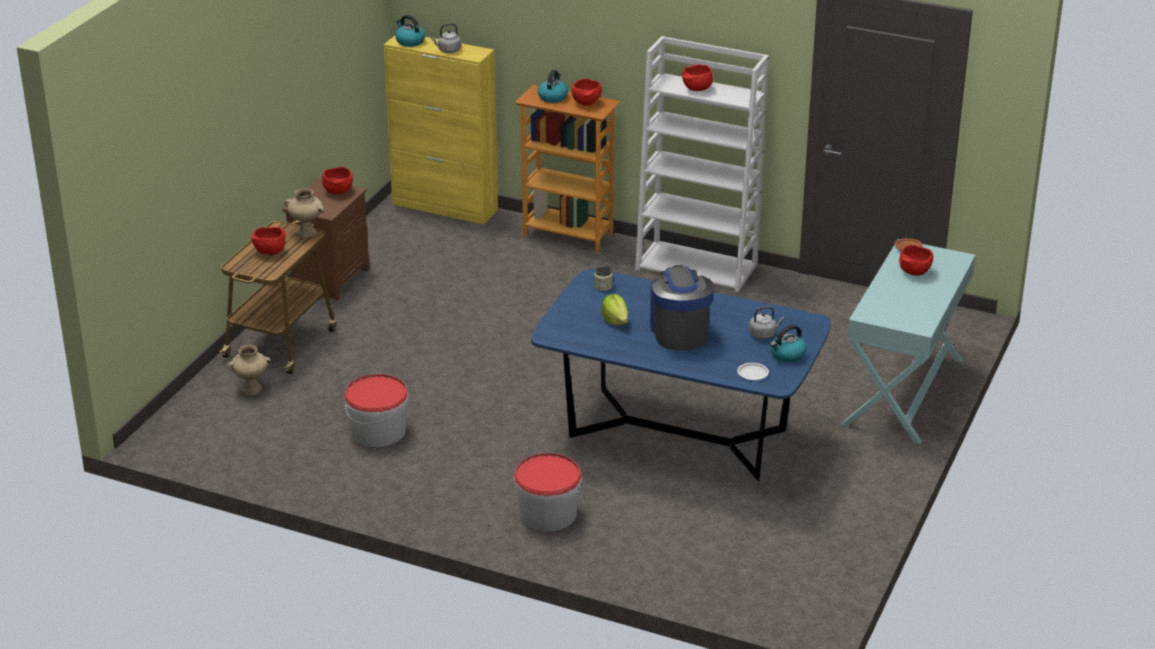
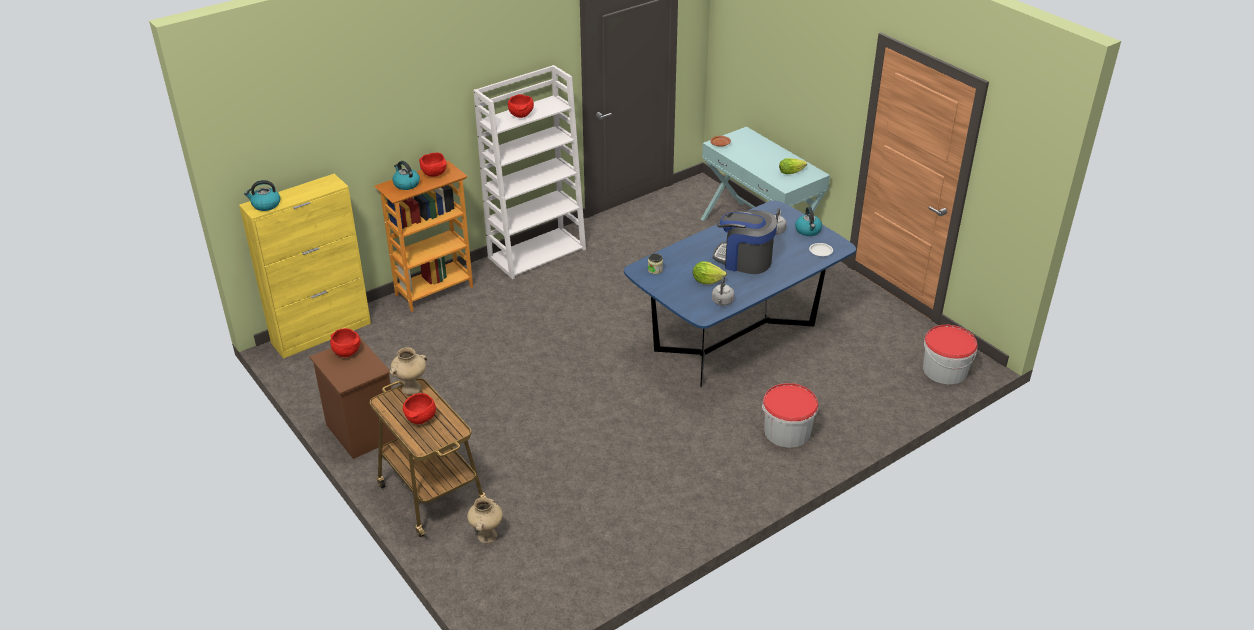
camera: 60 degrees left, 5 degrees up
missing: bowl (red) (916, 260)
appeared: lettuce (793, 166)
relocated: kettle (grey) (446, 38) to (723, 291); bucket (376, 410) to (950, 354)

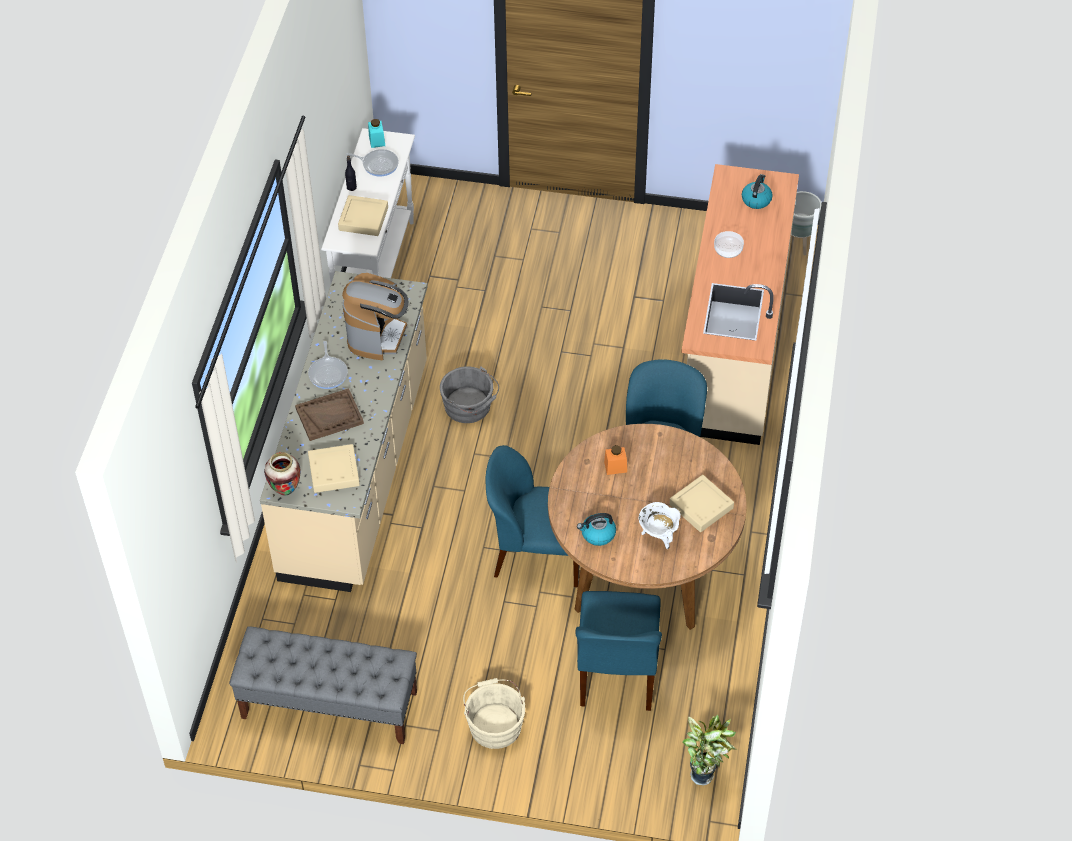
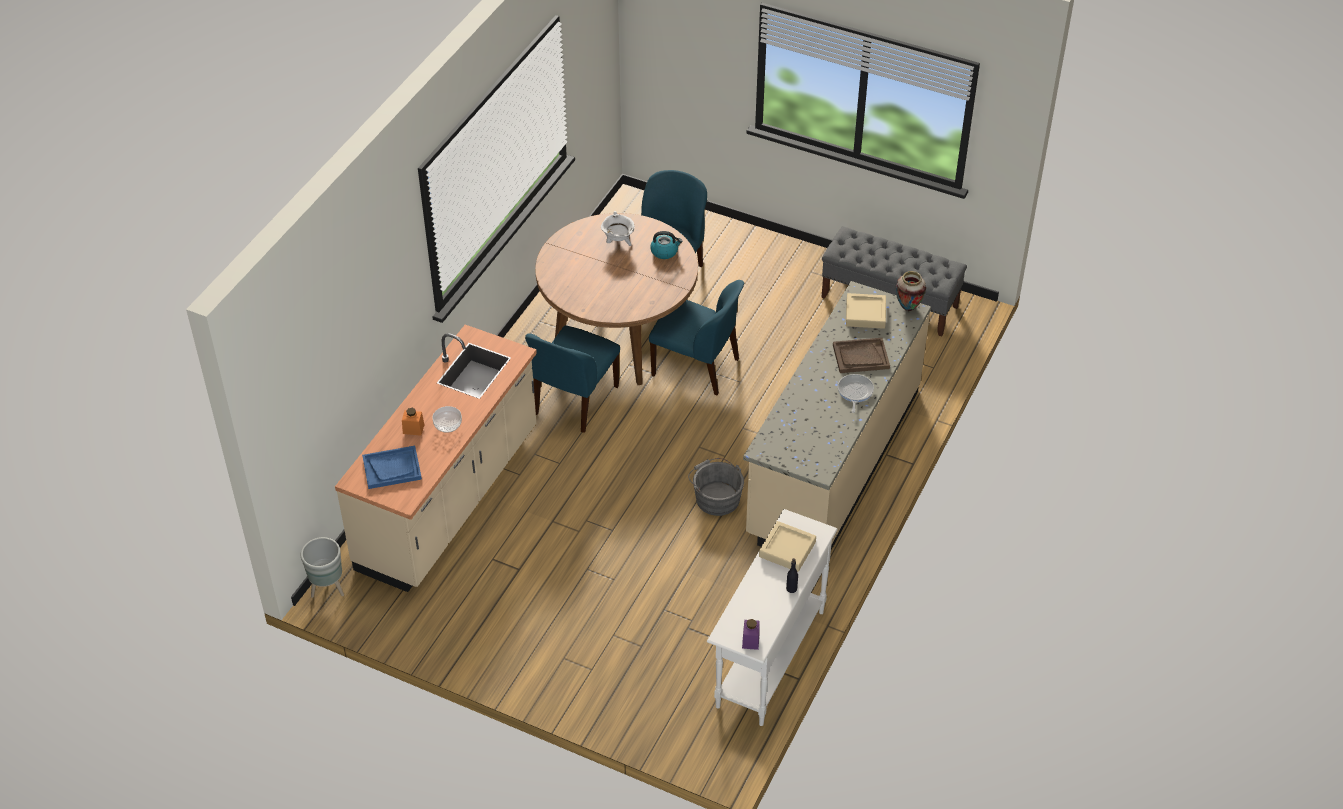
camera: 165 degrees left, 5 degrees down
missing: frying pan (372, 163); coffee machine (375, 316); tray (beige) (701, 503); bucket (beige) (494, 713); potted plant (709, 749)
relocated: jar (orange) (615, 460) to (413, 422)
exchanged: kettle (757, 191) to tray (blue) (392, 467)
colour: jar (turquoise) (376, 133) to jar (purple) (751, 634)

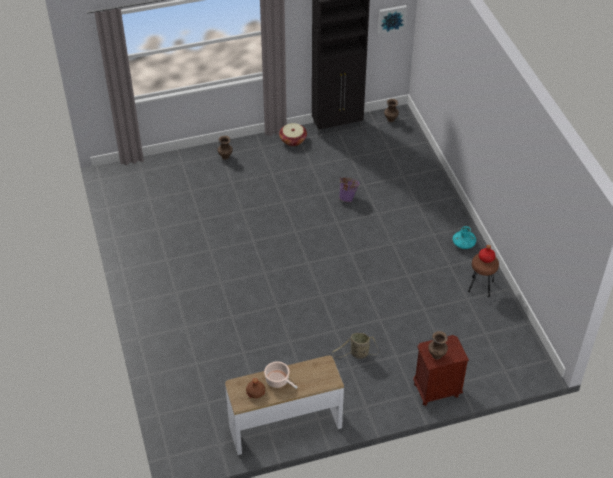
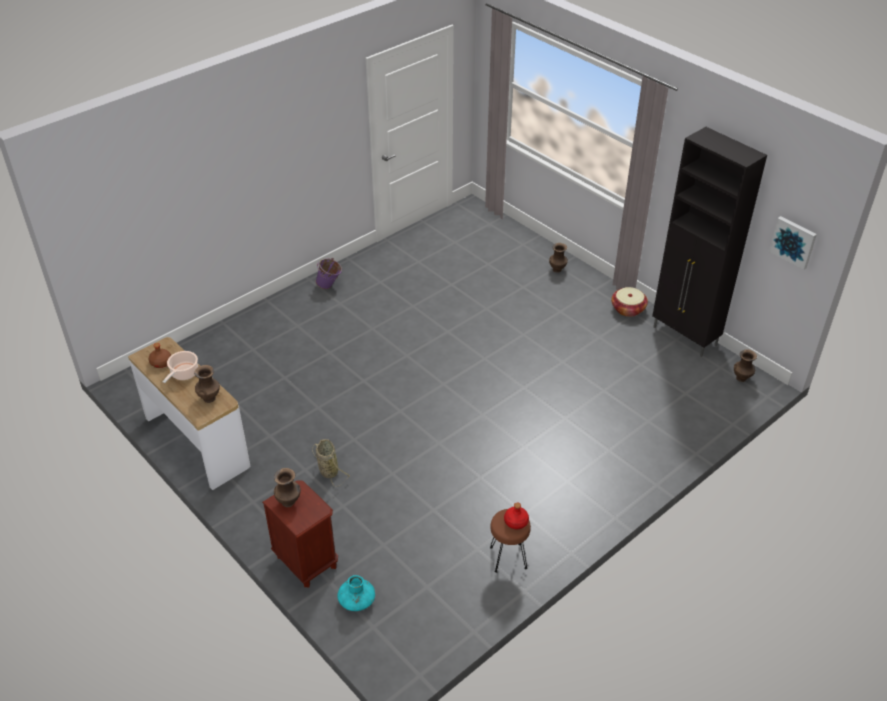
camera: 65 degrees right, 5 degrees down
appeared: vase (brown) (207, 384)
relocated: bucket (purple) (349, 189) to (329, 273); vase (turquoise) (464, 237) to (356, 593)

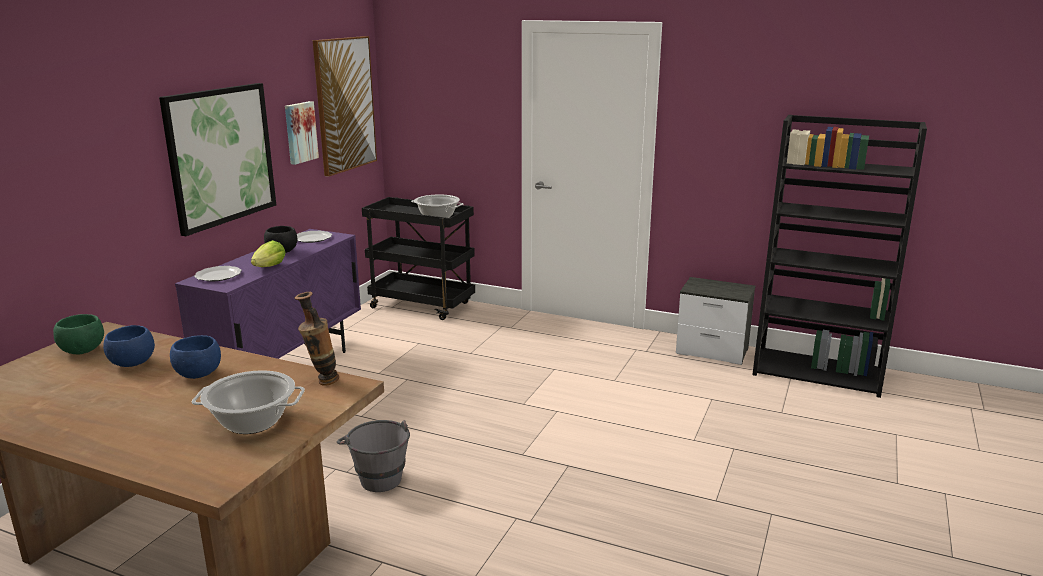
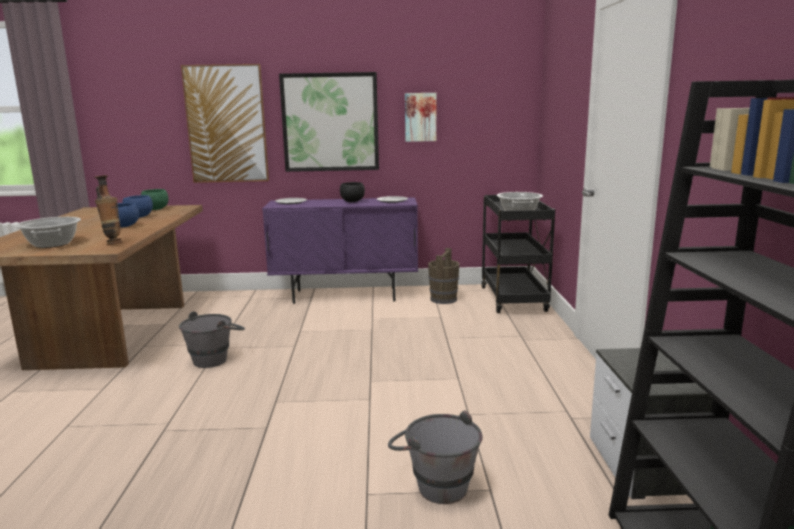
camera: 65 degrees right, 5 degrees down
missing: lettuce (268, 253)
appeared: bucket (brown) (444, 276); bucket (grey) (435, 457)
relocated: picture (345, 106) to (225, 123)

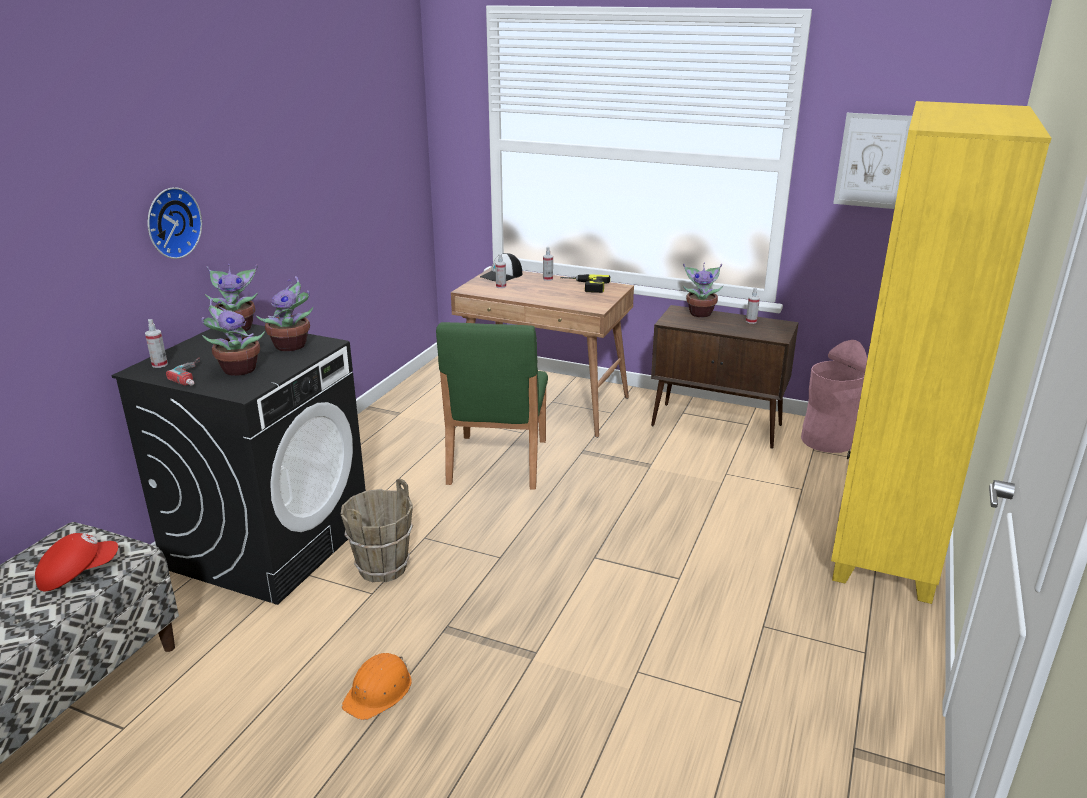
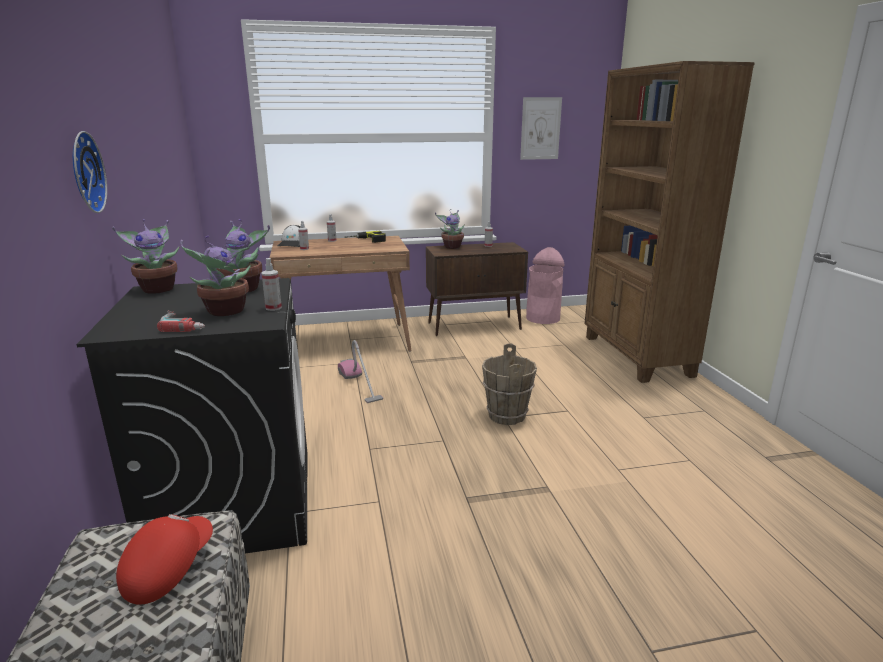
camera: 35 degrees left, 5 degrees down
missing: hard hat (orange) (377, 686)
relocated: spray bottle (156, 343) to (271, 284); bucket (brown) (377, 530) to (509, 384)
exchanged: chair (green) (492, 406) to vacuum cleaner (360, 371)
colour: bookcase (yellow) (941, 352) to bookcase (brown) (669, 222)

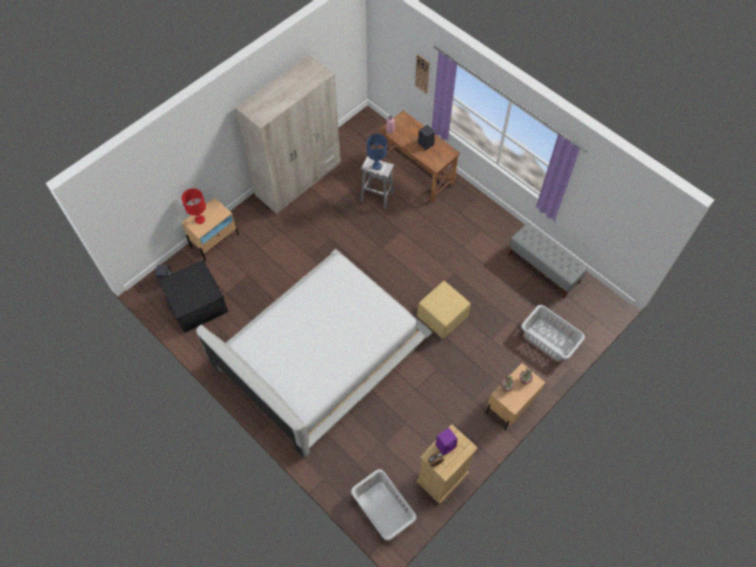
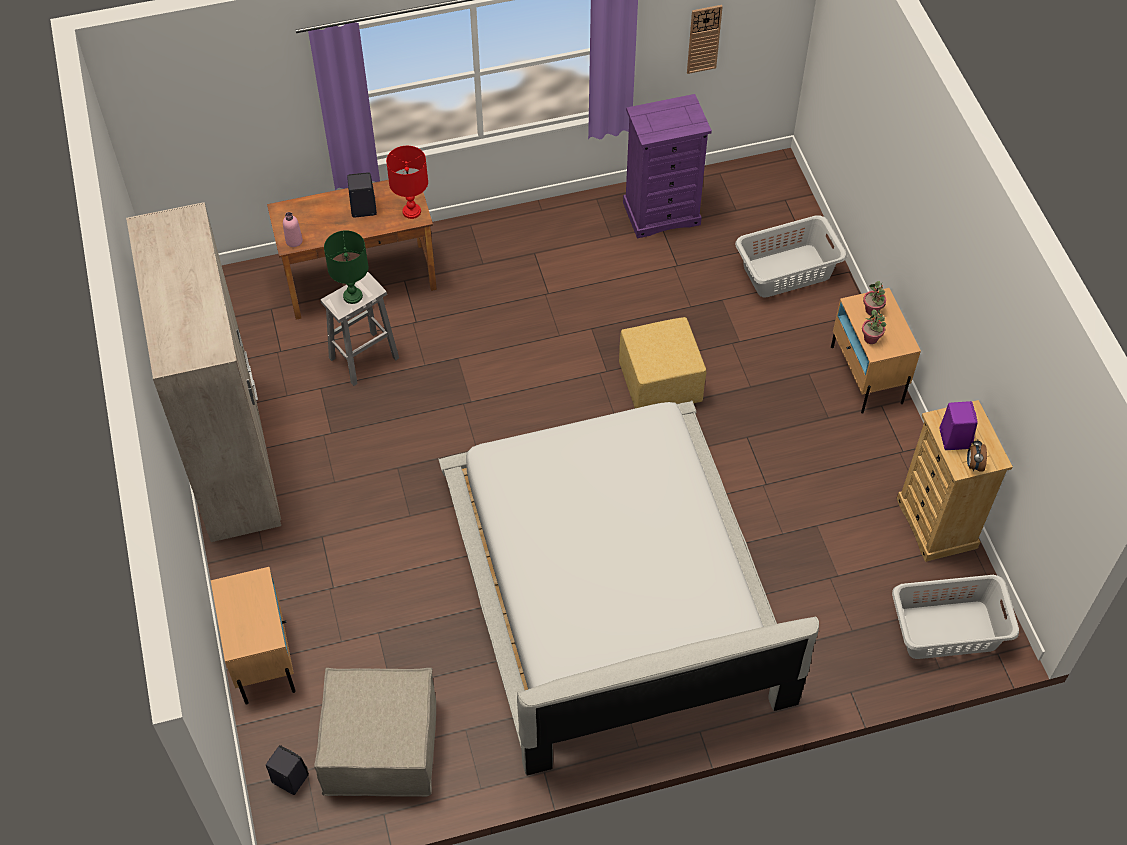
camera: 60 degrees left, 5 degrees down
relocated: wall clock (422, 74) to (705, 39); table lamp (red) (193, 206) to (407, 182)
exchanged: bench (grey) (548, 260) to dresser (purple) (667, 166)
colour: table lamp (blue) (377, 152) to table lamp (green) (346, 267); ottoman (black) (193, 296) to ottoman (beige) (375, 732)

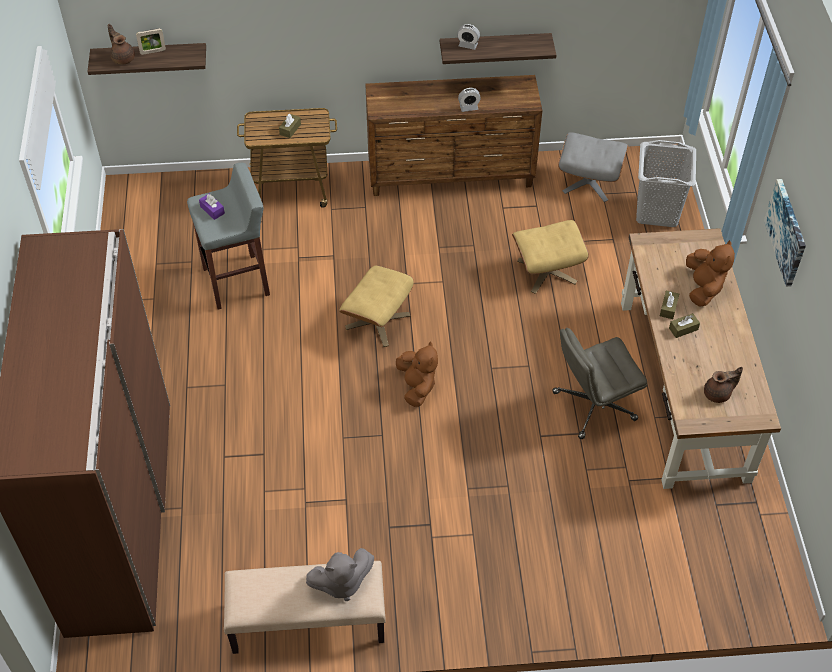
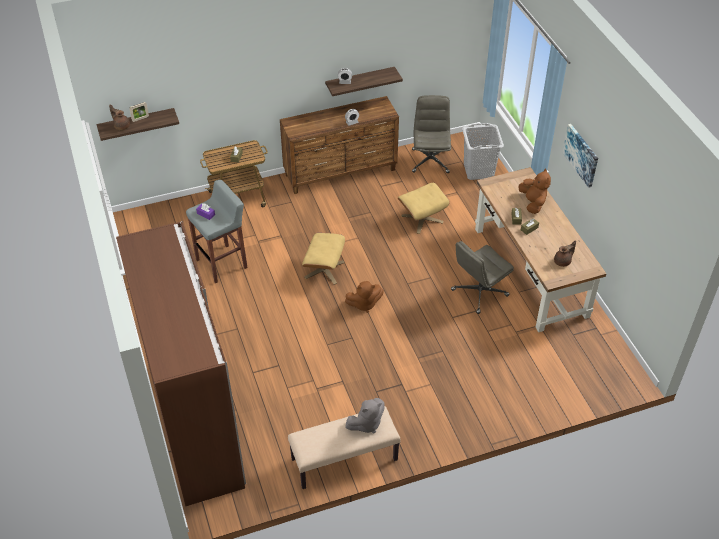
camera: 15 degrees left, 5 degrees down
exchanged: ottoman (grey) (593, 167) to office chair (grey) (431, 134)
spun: plush toy (brown) (417, 374) = (364, 297) 105 degrees clockwise

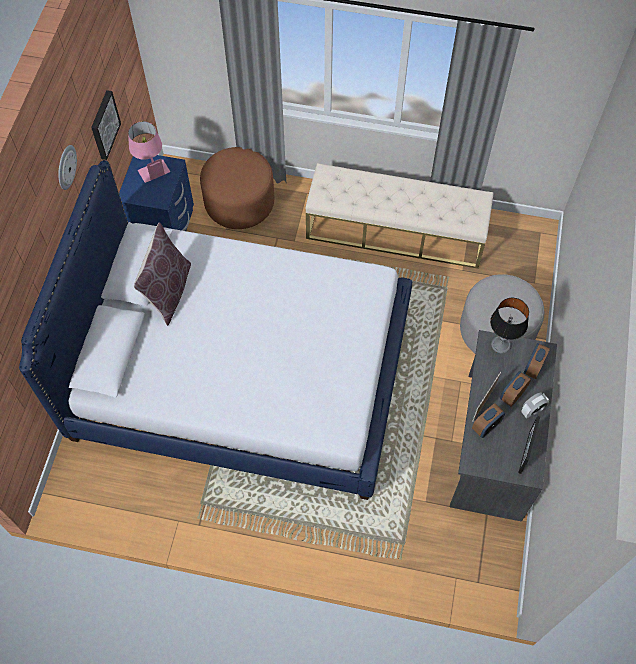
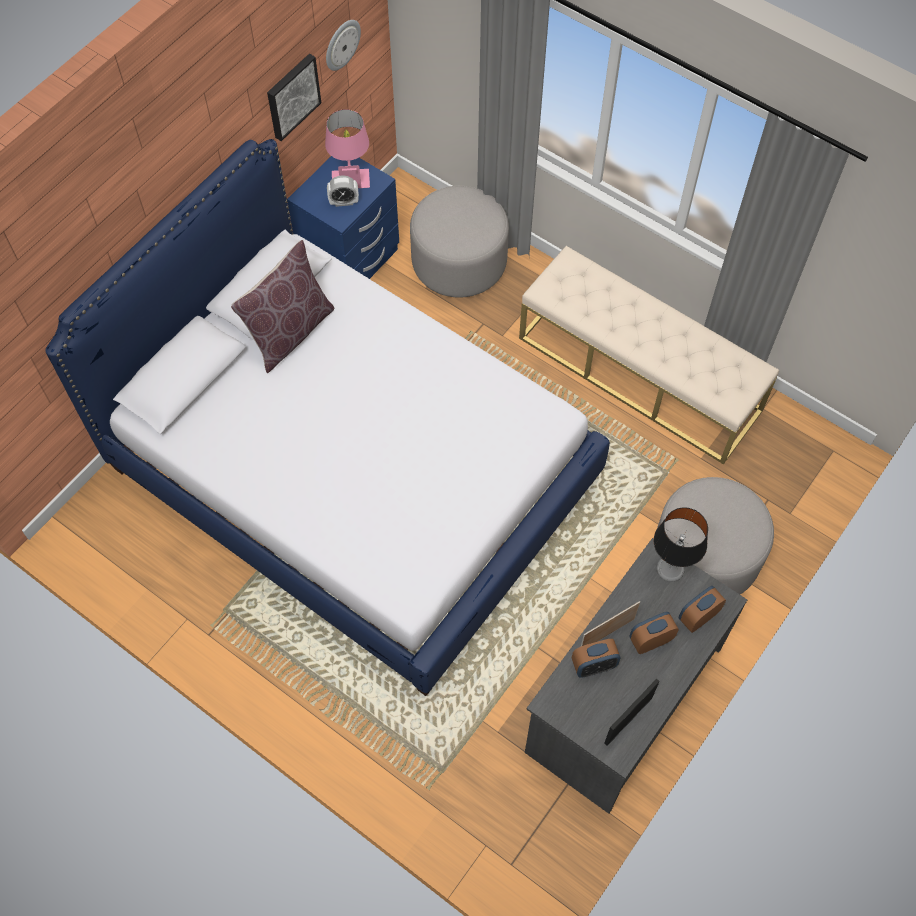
camera: 25 degrees right, 0 degrees up
relocated: wall clock (67, 167) to (343, 45); alarm clock (535, 405) to (343, 191)
colour: ottoman (brown) (237, 188) to ottoman (grey) (459, 241)

